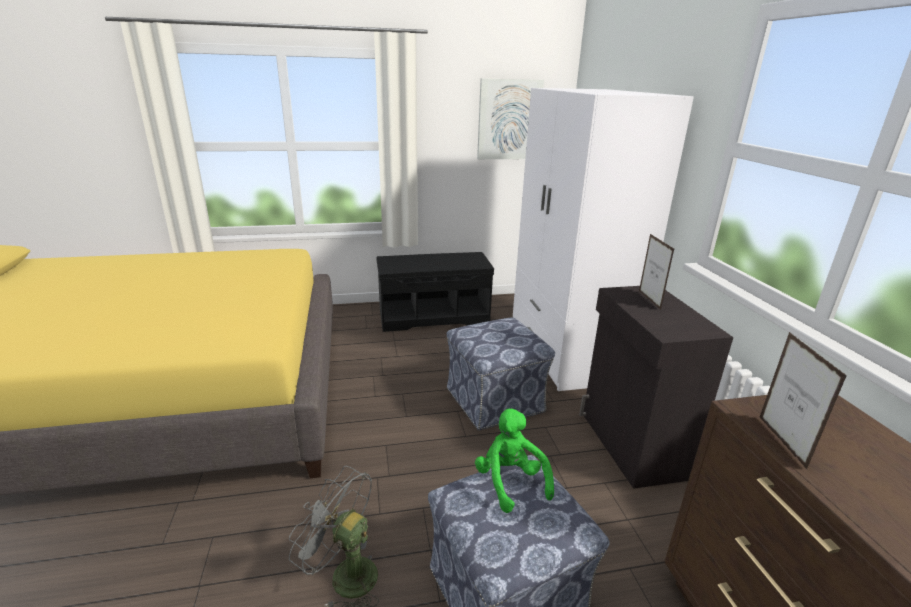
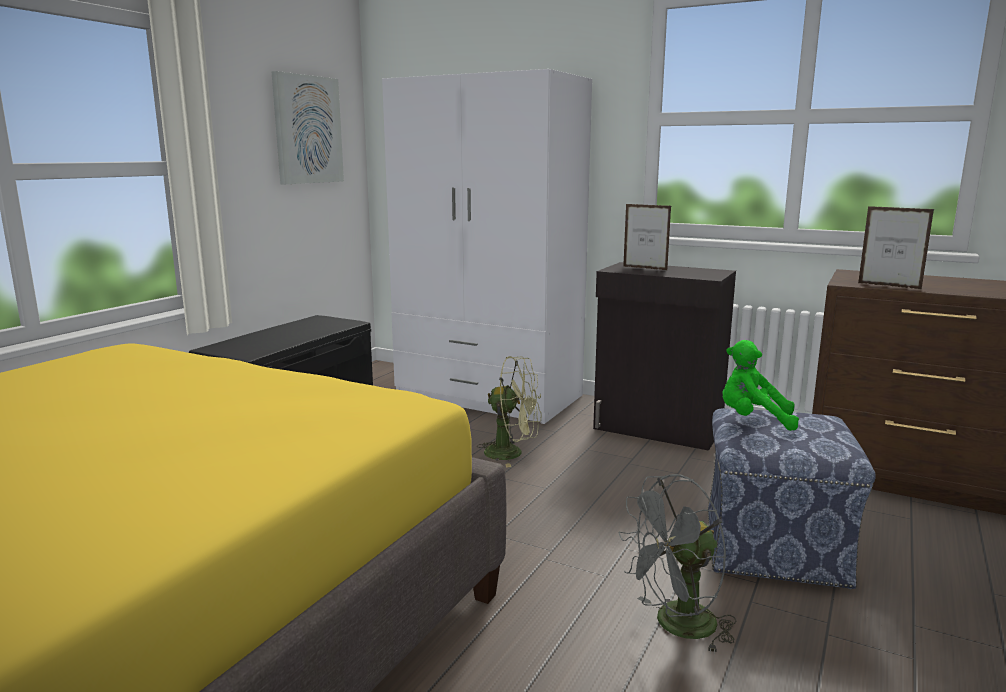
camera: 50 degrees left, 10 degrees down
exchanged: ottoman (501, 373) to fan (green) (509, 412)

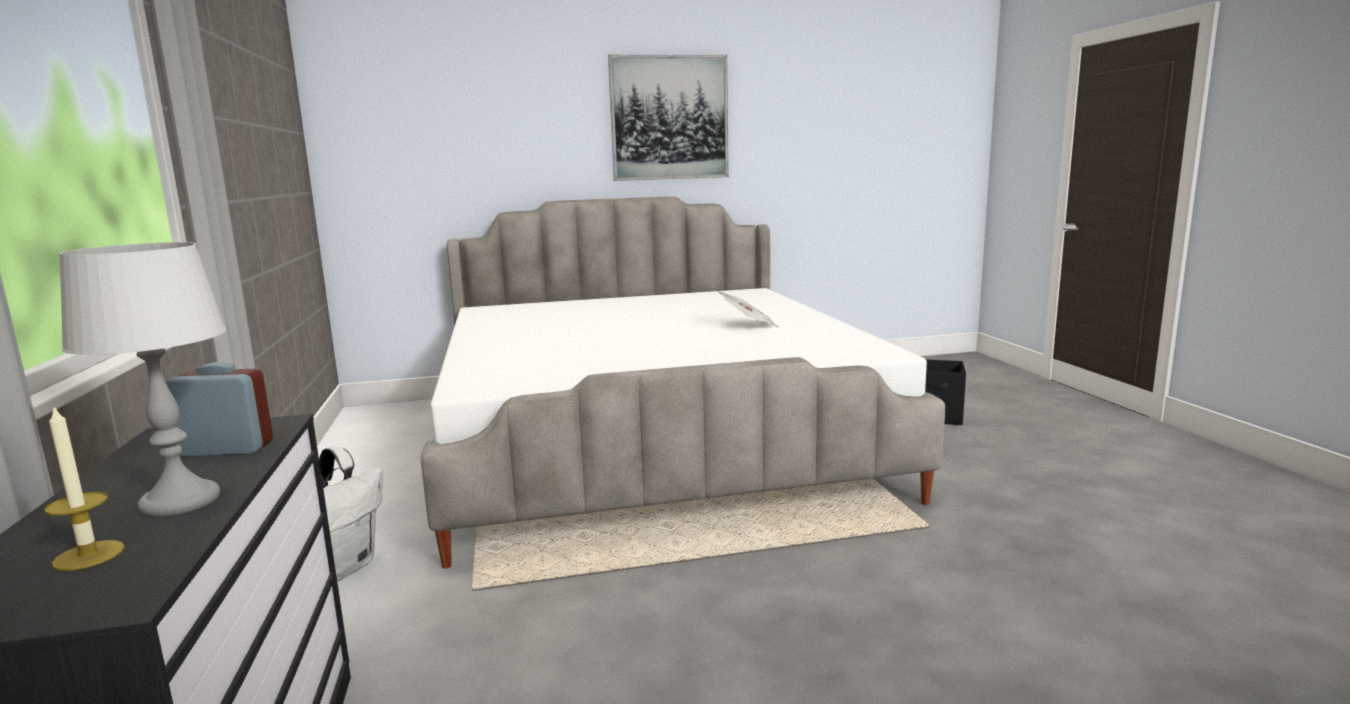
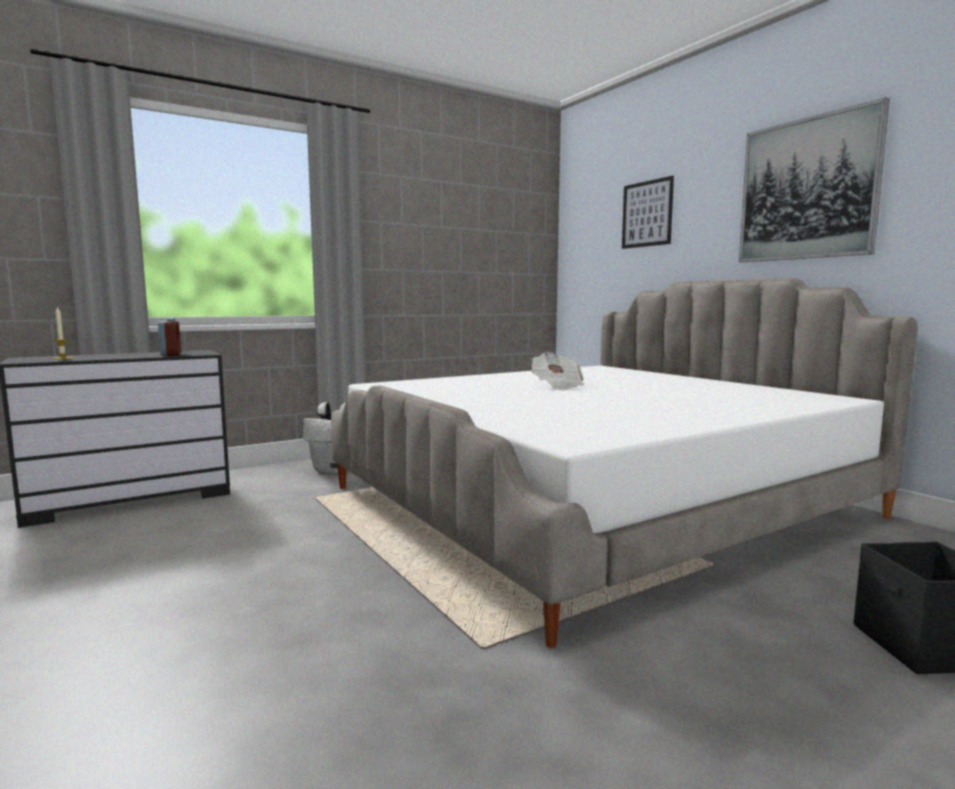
camera: 70 degrees right, 5 degrees down
missing: table lamp (grey) (142, 379)
appeared: picture (648, 212)
relocated: newspaper (748, 309) to (558, 372)

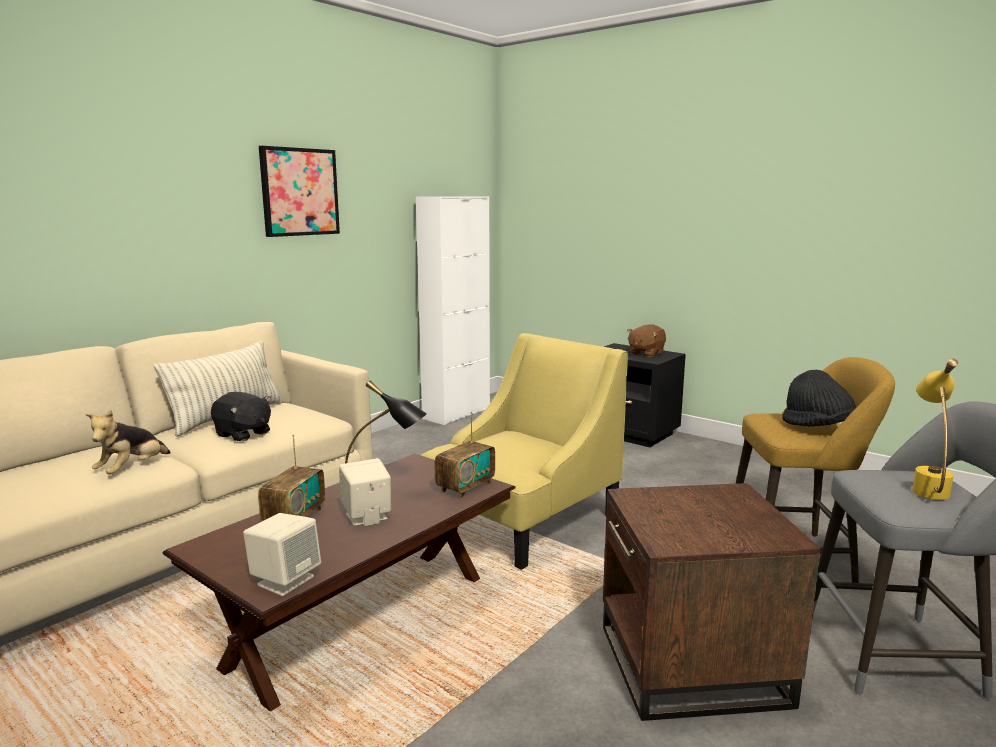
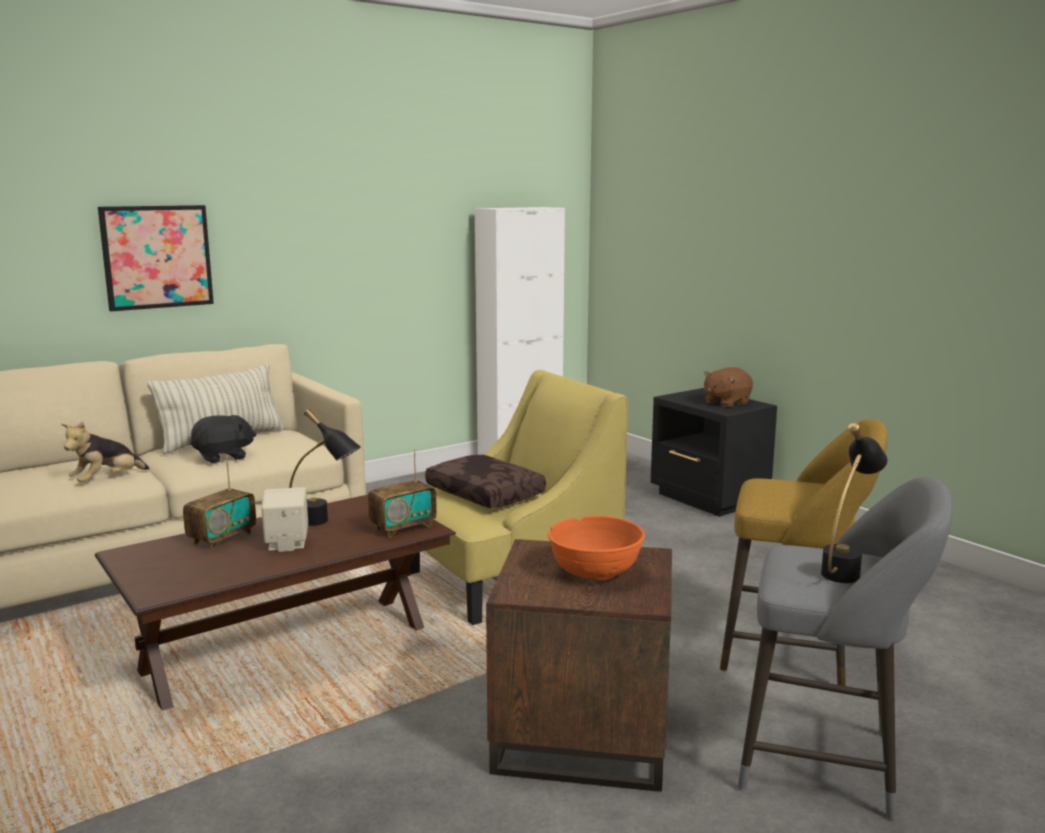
camera: 15 degrees right, 0 degrees up
missing: hat (black) (819, 398); speaker (beige) (282, 554)
appeared: pillow (brown) (485, 481); bowl (orange) (596, 548)
relocated: picture (299, 191) to (156, 258)
colour: table lamp (yellow) (935, 429) to table lamp (black) (854, 503)
spun: plush toy (black) (241, 416) = (223, 439) 75 degrees counterclockwise

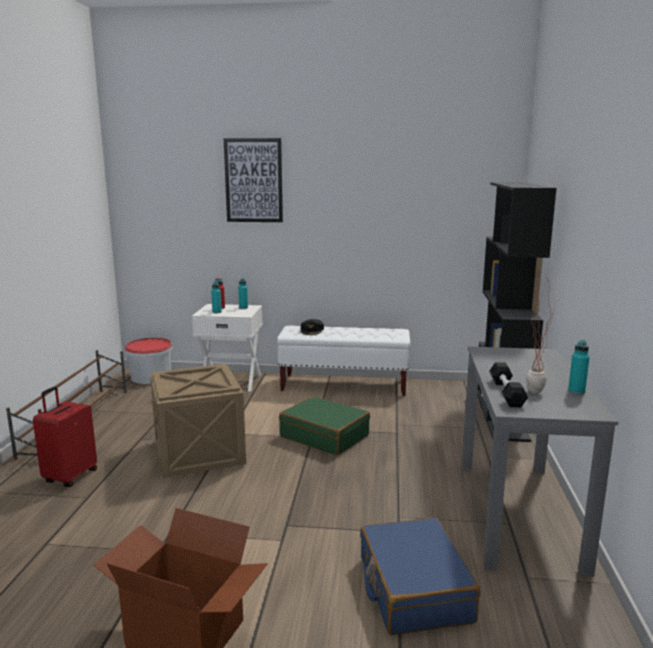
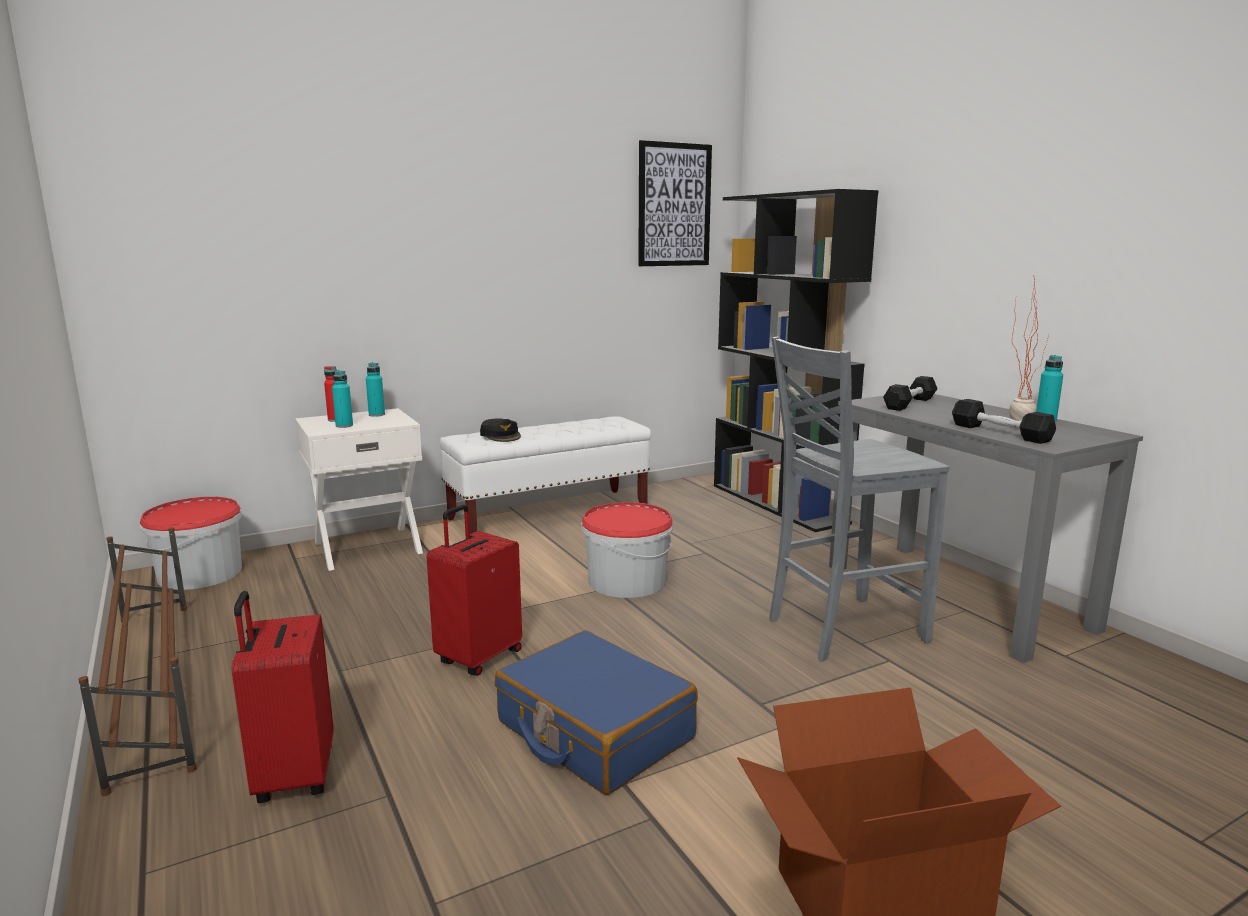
camera: 35 degrees left, 0 degrees up
appeared: chair (grey) (859, 499); dumbbell (black) (910, 393)
relocated: picture (253, 180) to (675, 203); suitcase (blue) (420, 576) to (596, 712)
exchanged: crate (198, 421) to suitcase (red) (474, 590); suitcase (green) (324, 425) to bucket (627, 550)

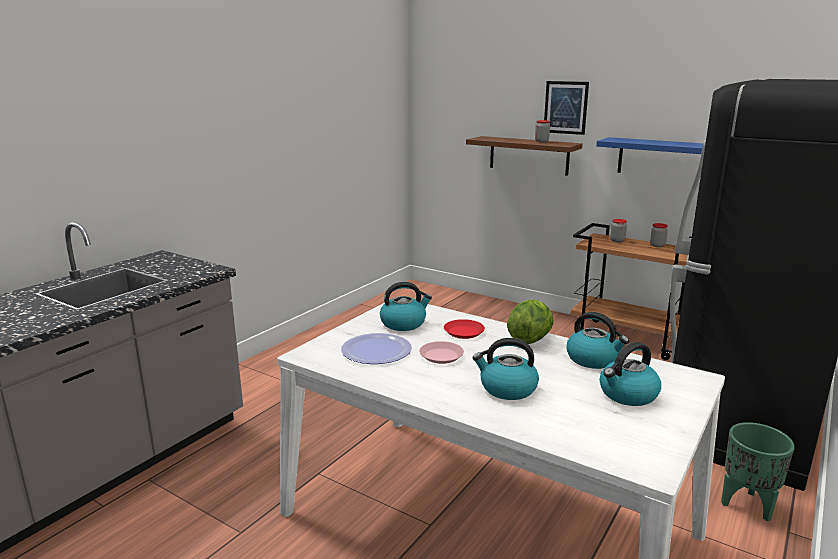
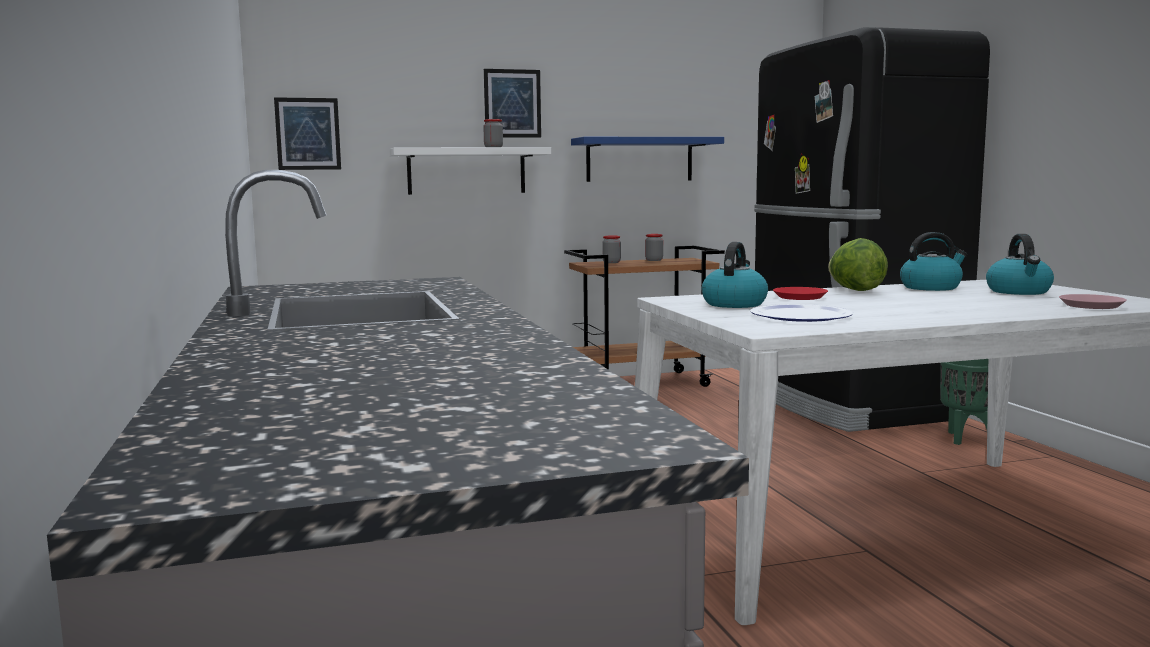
camera: 50 degrees left, 10 degrees down
missing: kettle (506, 369)
appeared: picture (307, 133)
relocated: plate (pink) (441, 352) to (1093, 301)
colour: shelf (brown) (524, 156) to shelf (white) (470, 171)

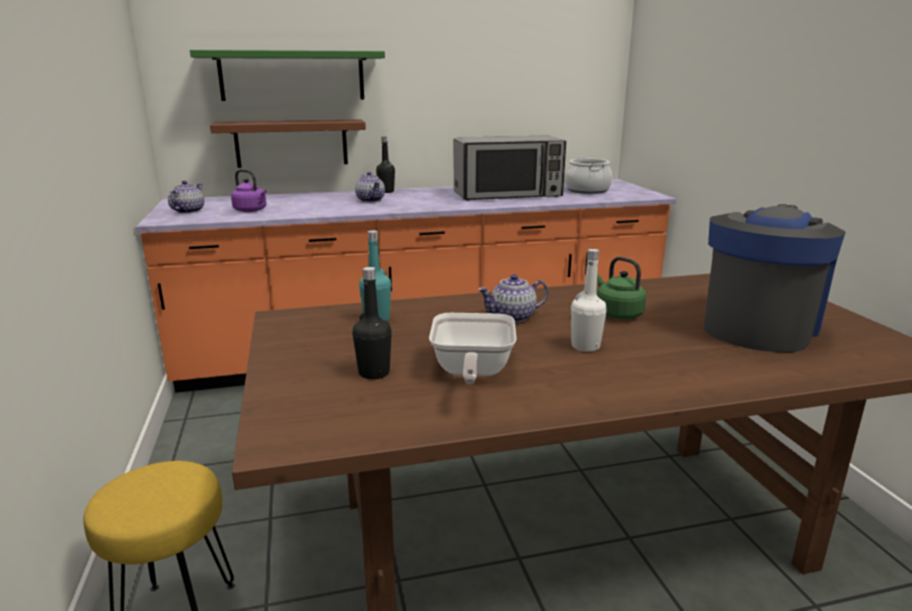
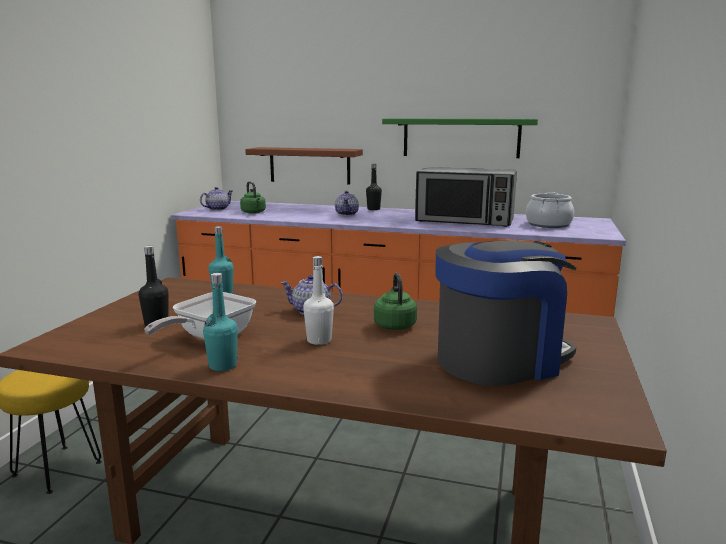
camera: 30 degrees right, 5 degrees down
appeared: bottle (turquoise) (220, 322)
relocated: shelf (green) (287, 75) to (460, 138)
colour: kettle (purple) (249, 190) to kettle (green) (253, 197)

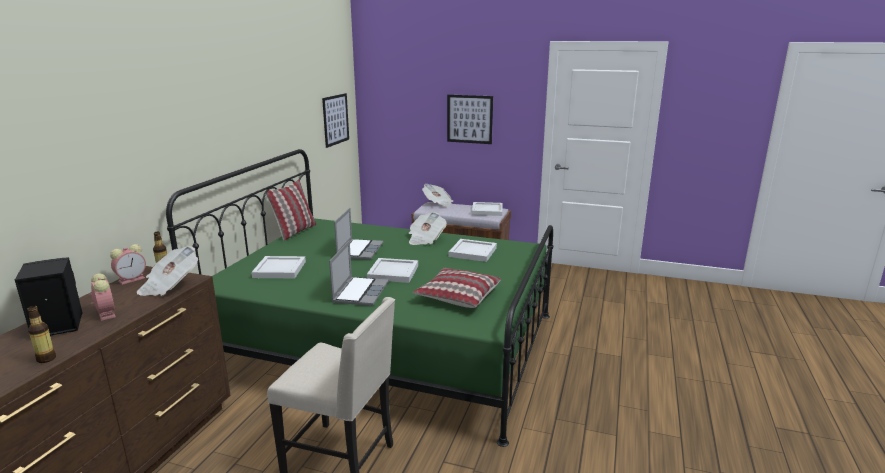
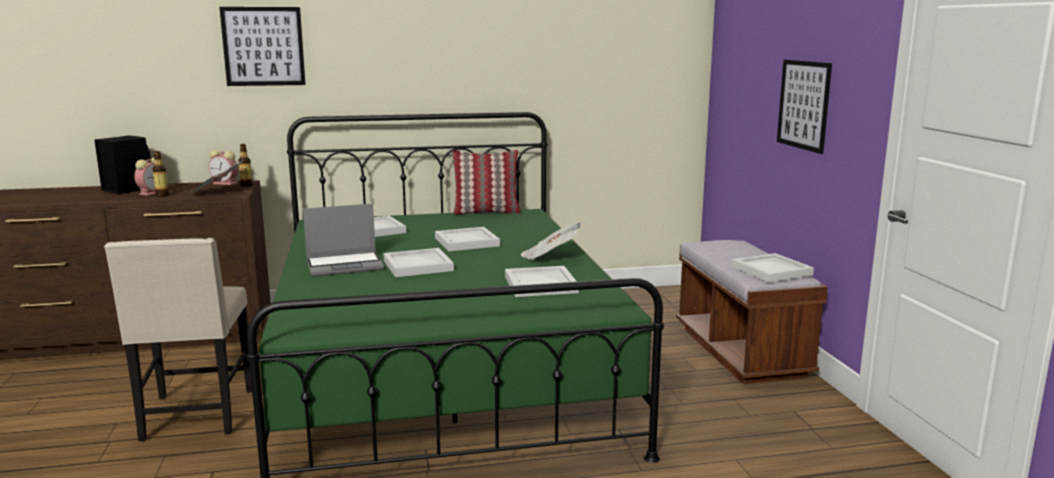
camera: 60 degrees right, 5 degrees down
missing: newspaper (437, 196); pillow (457, 288)
relocated: picture (335, 120) to (262, 46); bottle (41, 334) to (160, 174)
exchanged: laptop (358, 234) to tray (white) (467, 239)

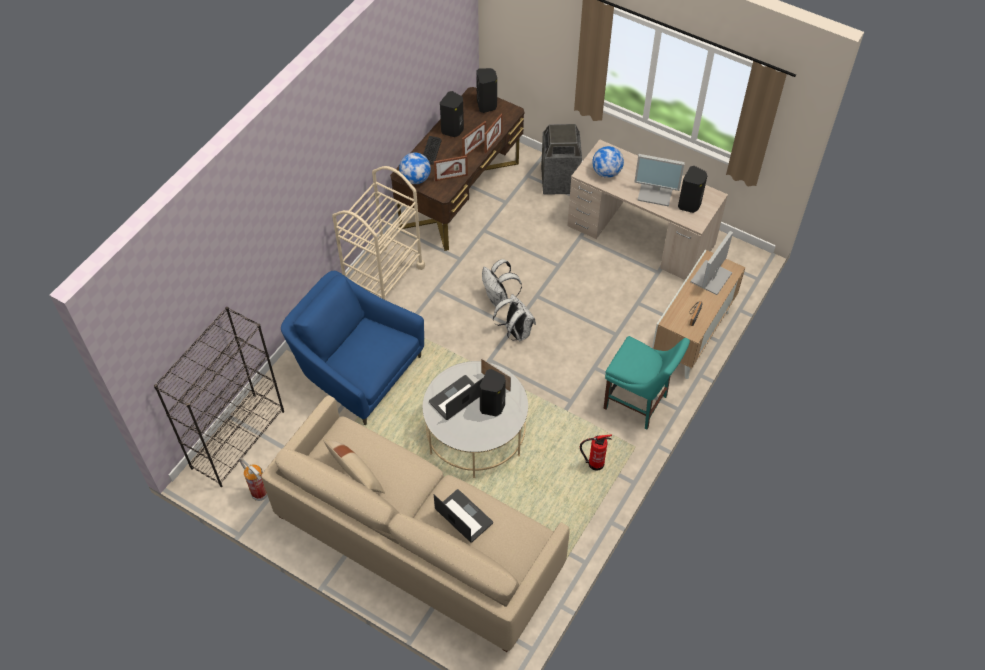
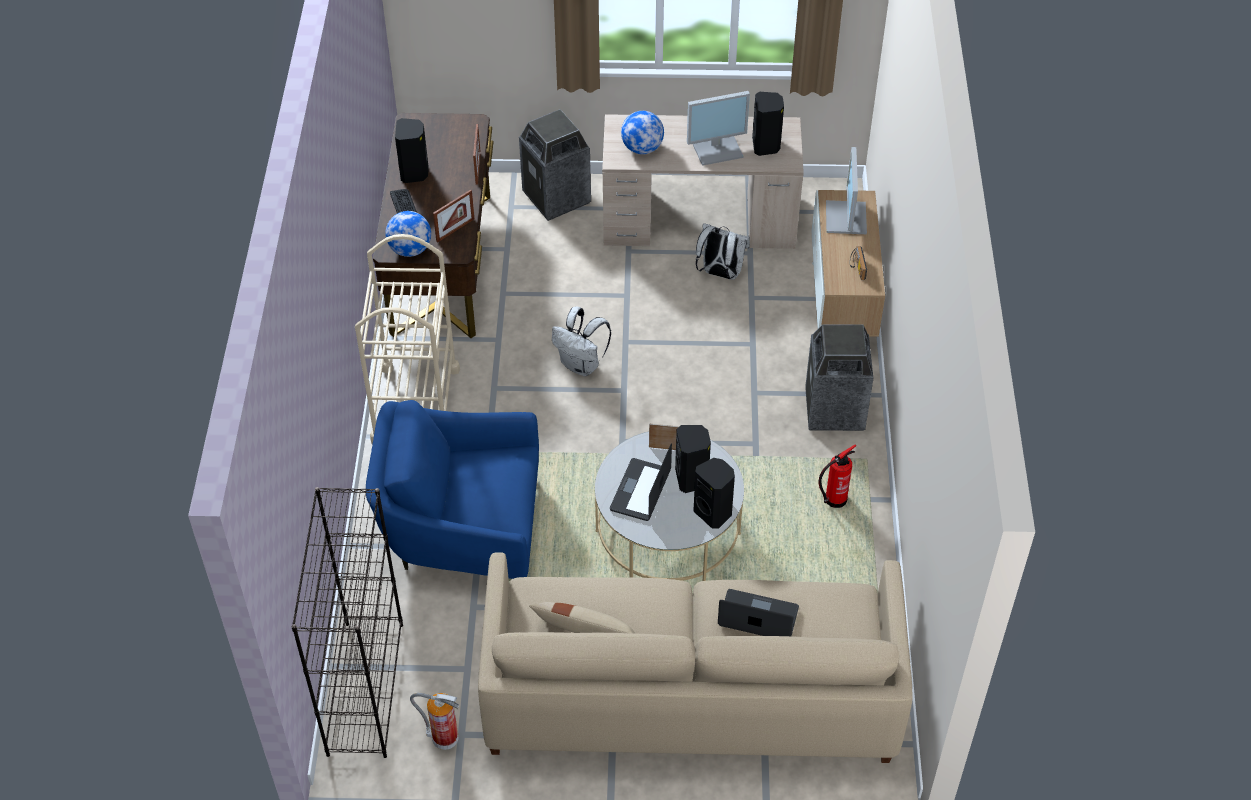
camera: 30 degrees left, 5 degrees down
missing: picture frame (474, 138)
relocated: speaker (black) (486, 90) to (714, 493); backpack (white) (514, 317) to (723, 251)
exchanged: chair (turquoise) (646, 382) to trash can (839, 377)

